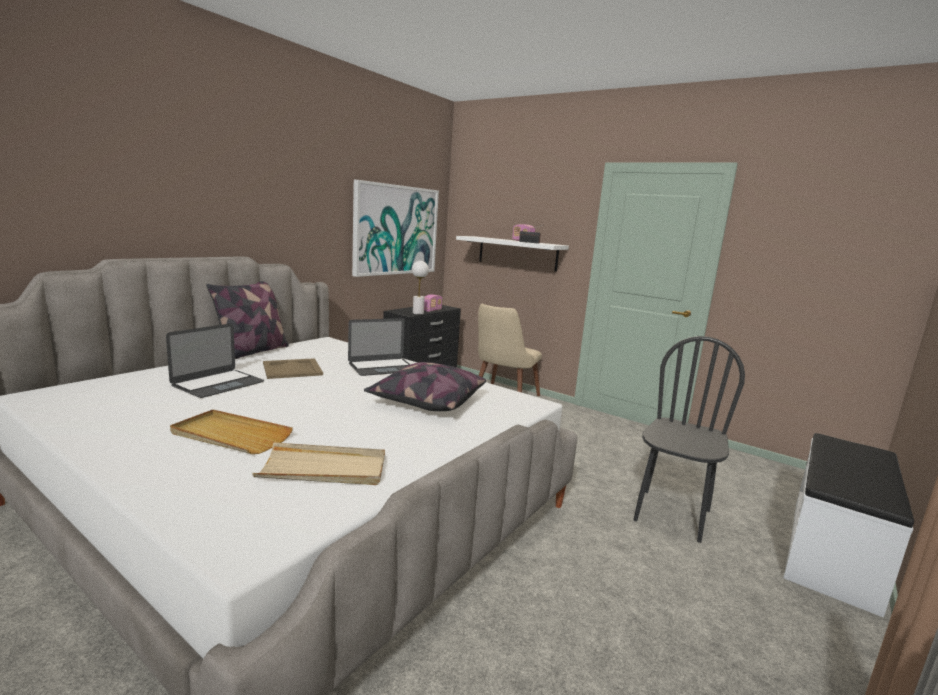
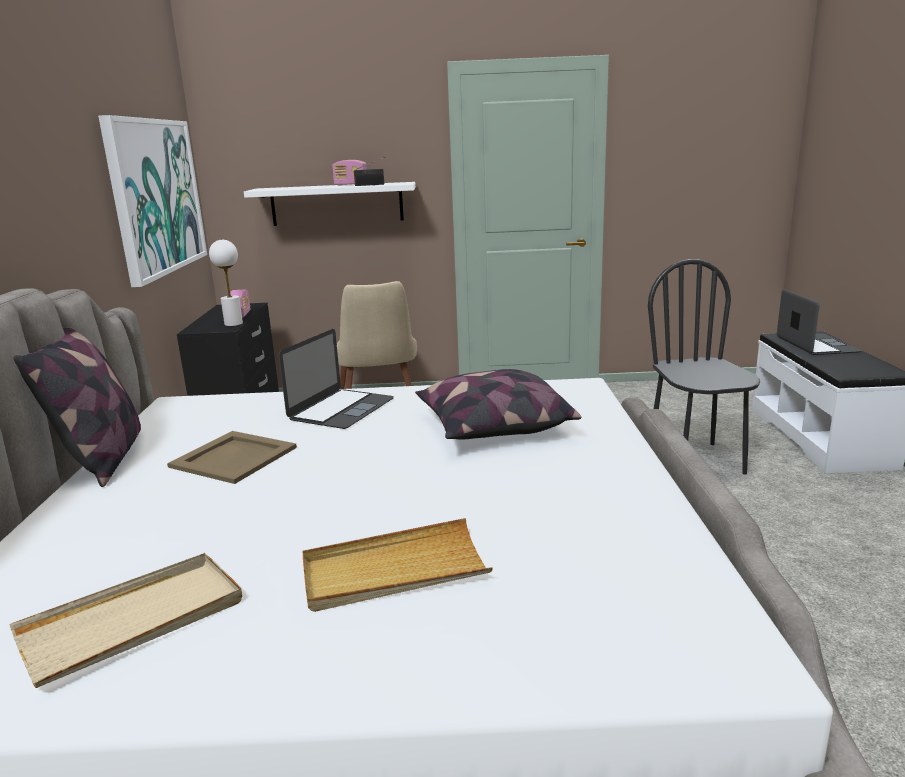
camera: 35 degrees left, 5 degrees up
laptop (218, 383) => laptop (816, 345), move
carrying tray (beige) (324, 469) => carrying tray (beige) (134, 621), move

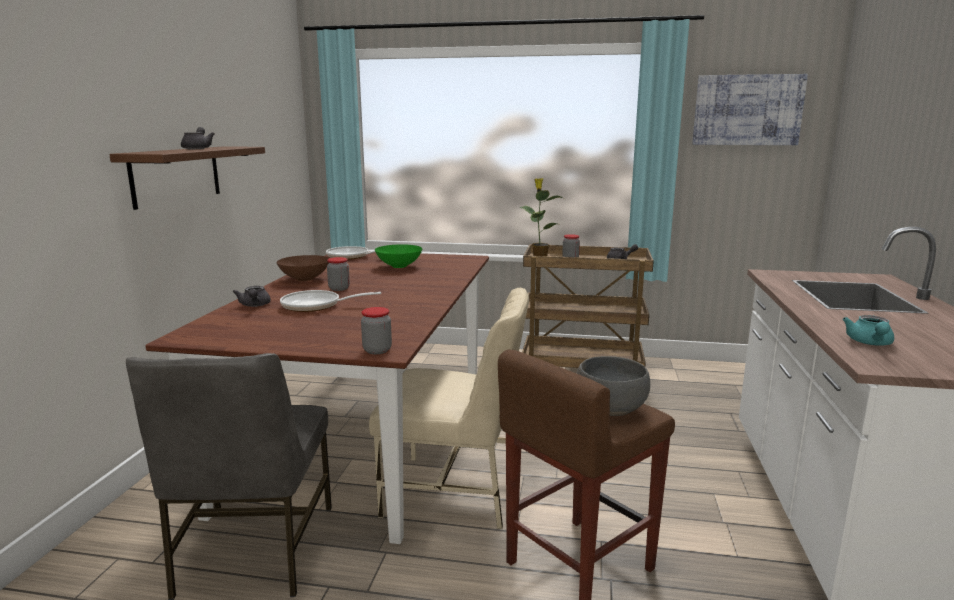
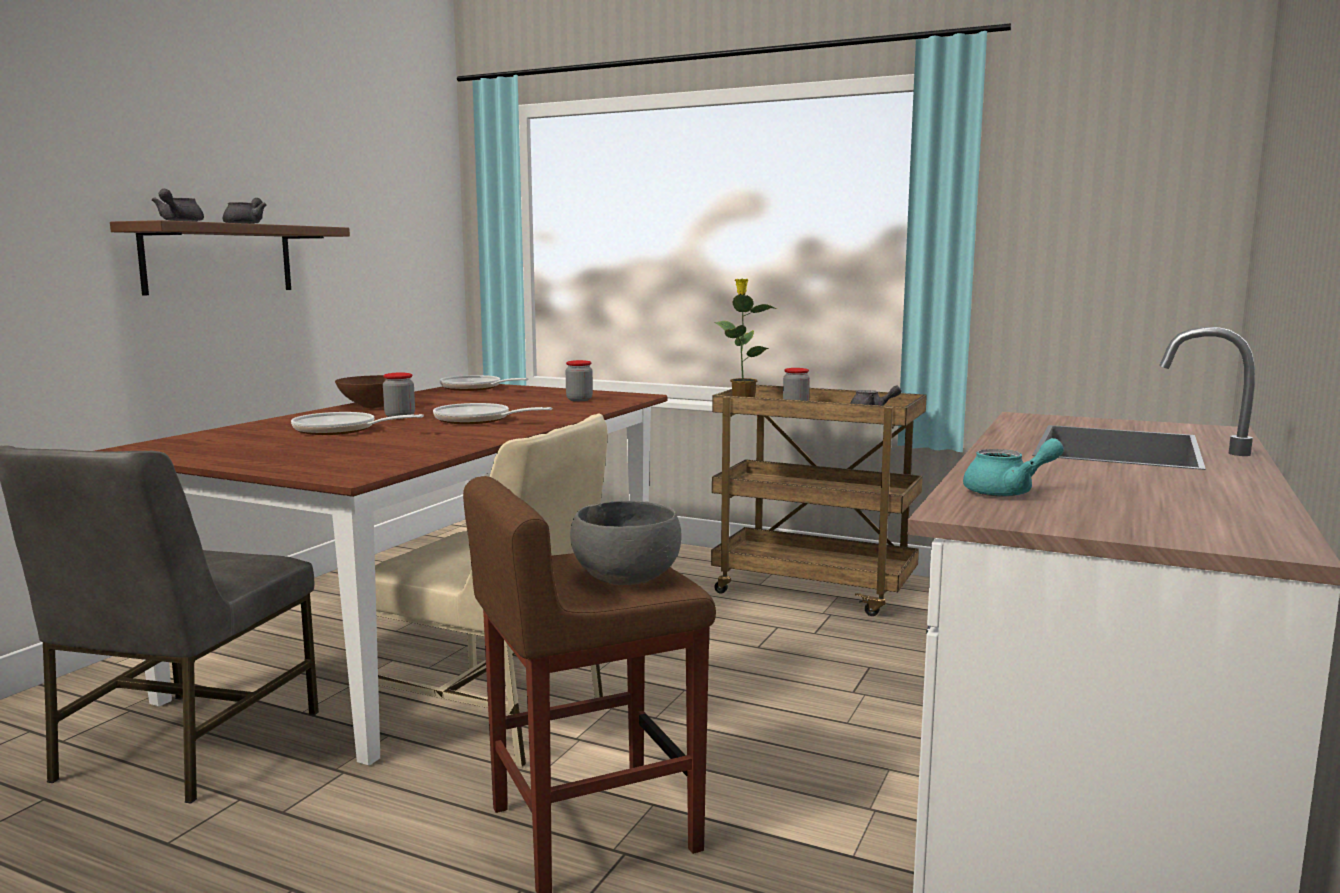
camera: 15 degrees right, 5 degrees down
picture (747, 110) => nothing
serving bowl (green) (399, 266) => nothing
pot for tea (greyish) (254, 305) => pot for tea (greyish) (179, 221), move
preserve jar (377, 350) => preserve jar (579, 400), move
pot for tea (turquoise) (869, 343) => pot for tea (turquoise) (1008, 492), 135 degrees counterclockwise
nothing => frying pan (477, 420)

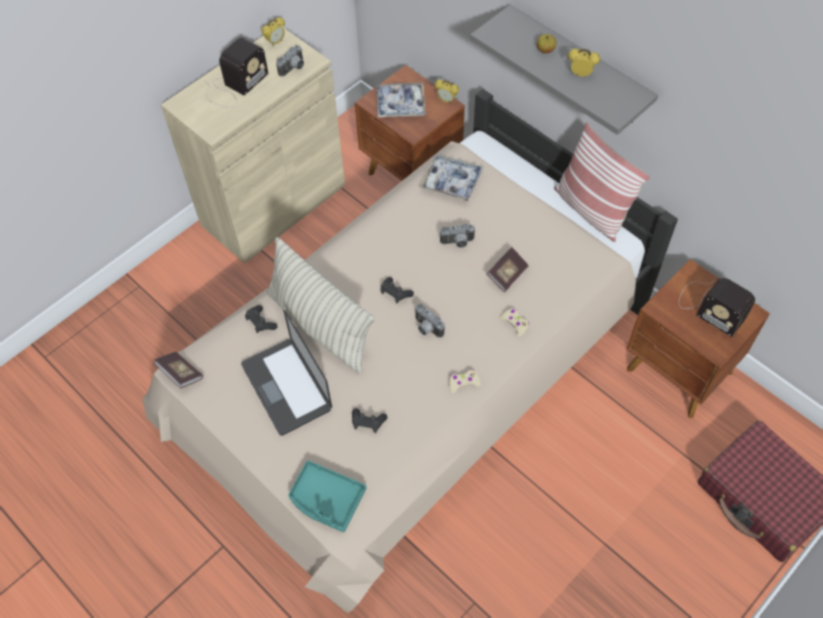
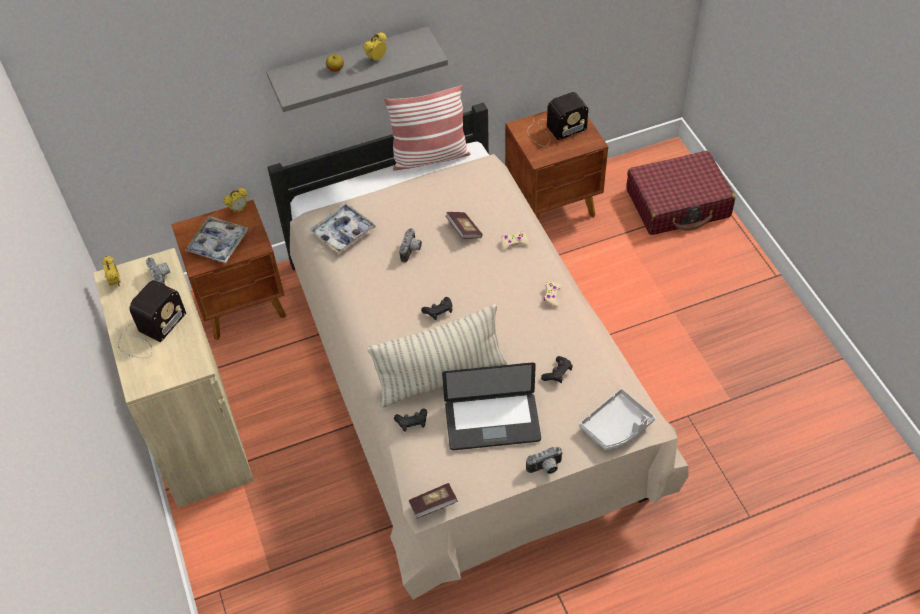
camera: 65 degrees left, 5 degrees down
radio receiver (235, 86) => radio receiver (150, 332), 60 degrees clockwise
photo camera (426, 328) => photo camera (545, 468), move
carrying tray (turquoise) (326, 500) => carrying tray (greyish) (616, 426)

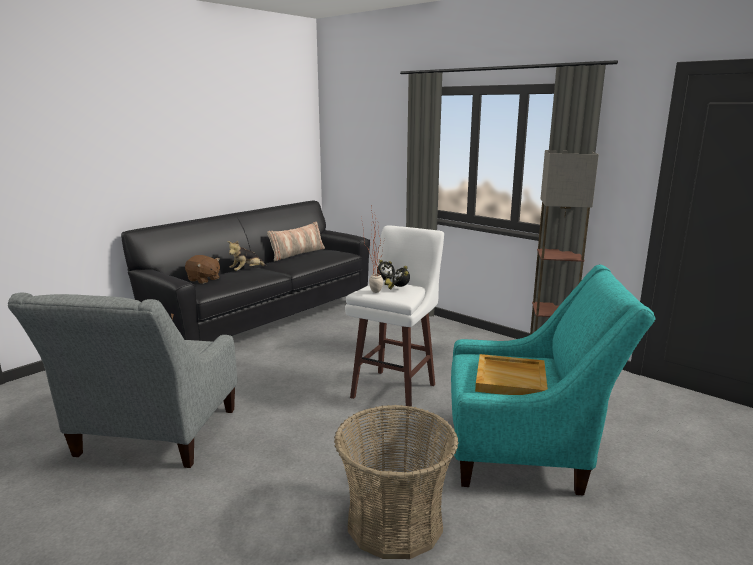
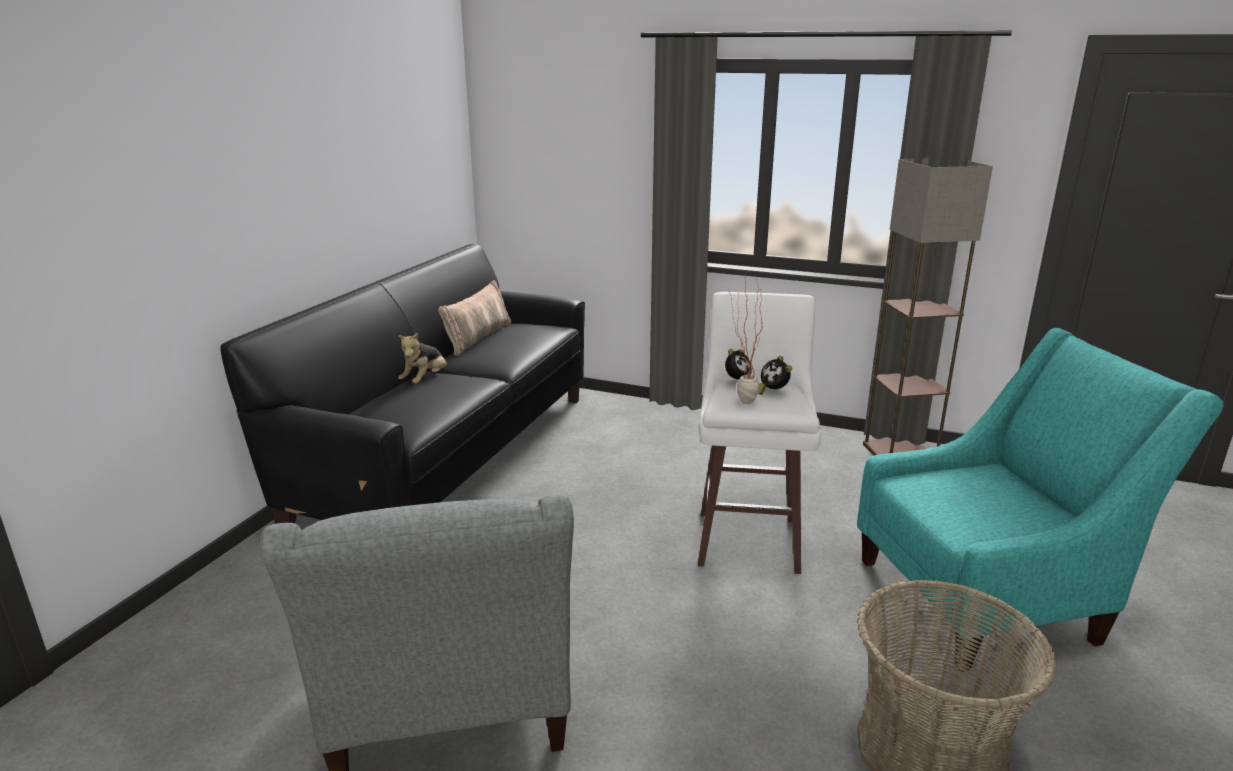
camera: 20 degrees left, 5 degrees up
soft toy (brownish) (204, 280) => nothing
carrying tray (beige) (511, 379) => nothing

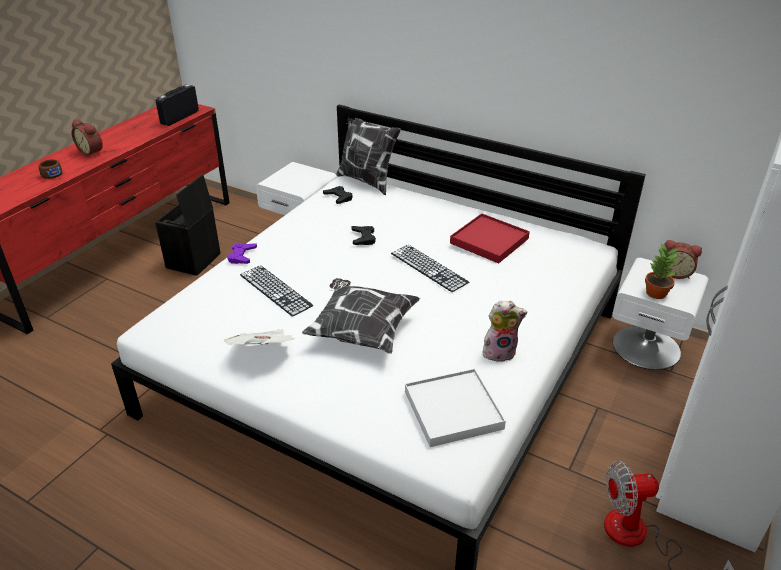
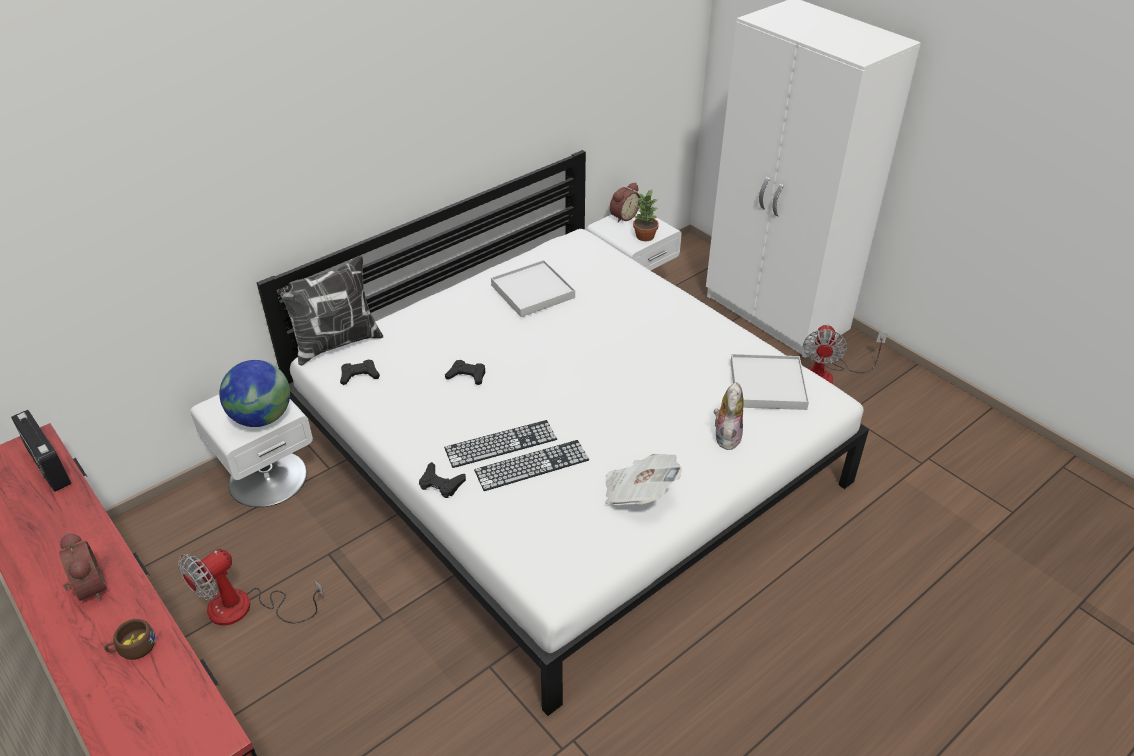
camera: 70 degrees left, 5 degrees up
bedside clock (92, 152) => bedside clock (88, 588), 90 degrees counterclockwise
storage box (black) (193, 261) => fan (245, 608)
carrying tray (red) (489, 241) => carrying tray (white-coloured) (533, 291)
game controller (purplish) (242, 256) => game controller (black) (441, 484)
keyboard (429, 268) => keyboard (501, 443), move
pillow (361, 330) => nothing
soft toy (499, 352) => soft toy (726, 436), move
nothing => globe (262, 417)

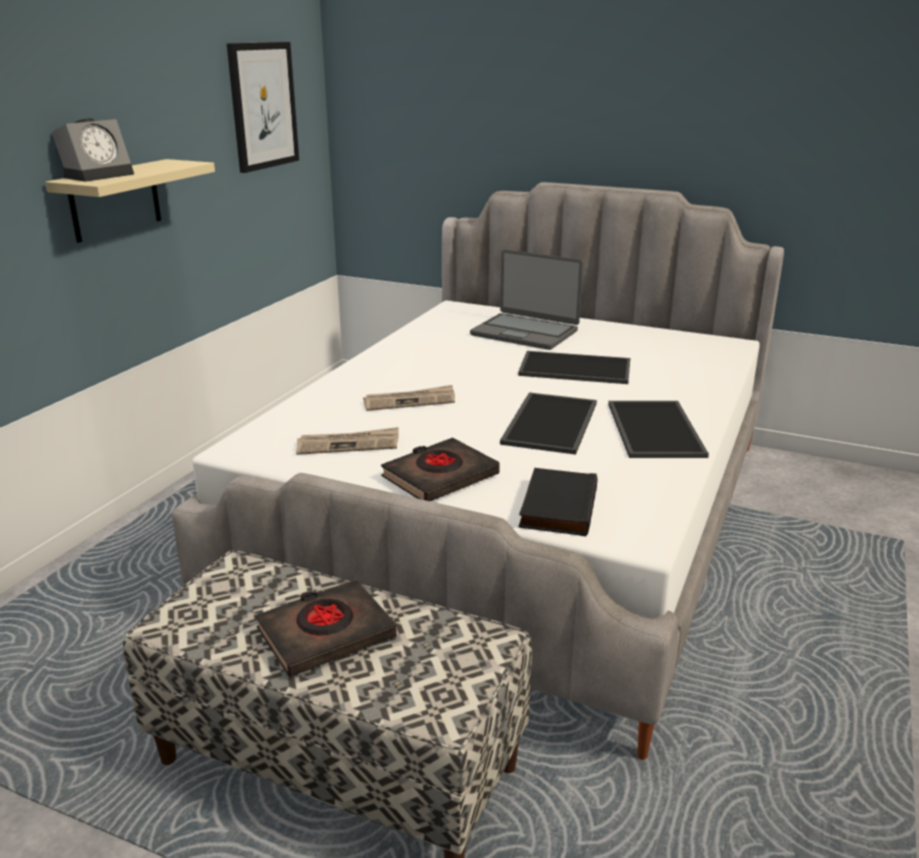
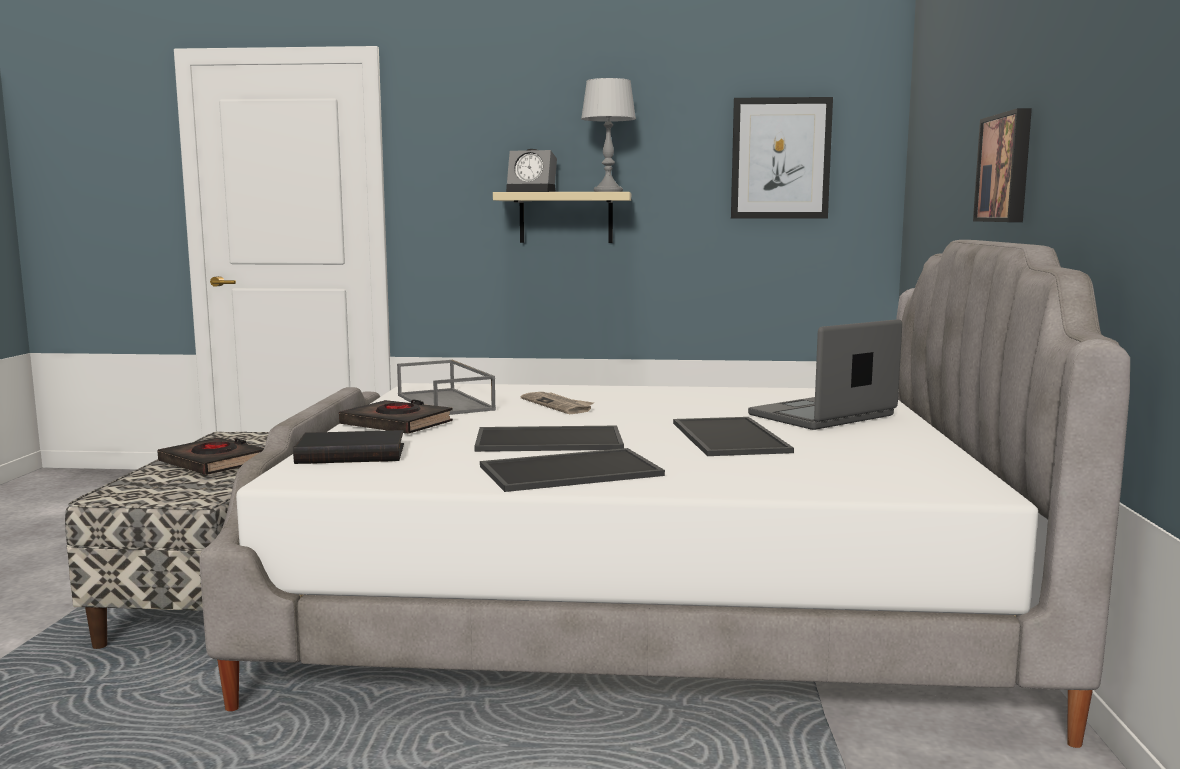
camera: 70 degrees right, 15 degrees down
laptop (525, 332) => laptop (823, 416), 45 degrees clockwise
daily paper (348, 444) => carrying tray (greyish) (446, 402)
nothing => lamp for a table (greyish) (607, 191)
nothing => picture (1007, 168)

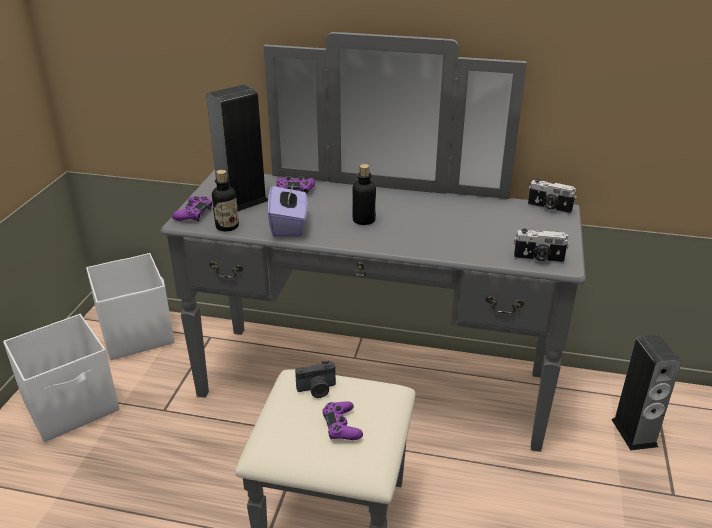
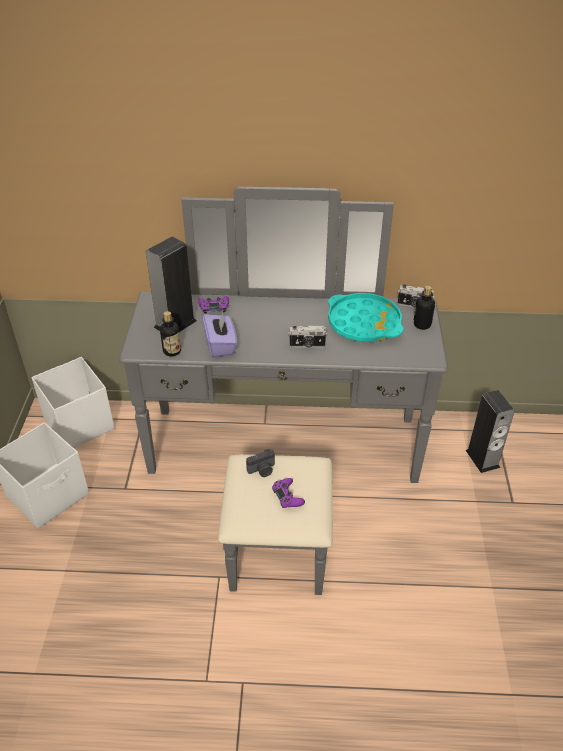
camera: 10 degrees left, 10 degrees up
drink bottle (364, 220) => drink bottle (422, 324), move
game controller (purplish) (193, 214) => nothing
photo camera (538, 259) => photo camera (307, 345), move
nothing => carrying tray (turquoise) (364, 323)

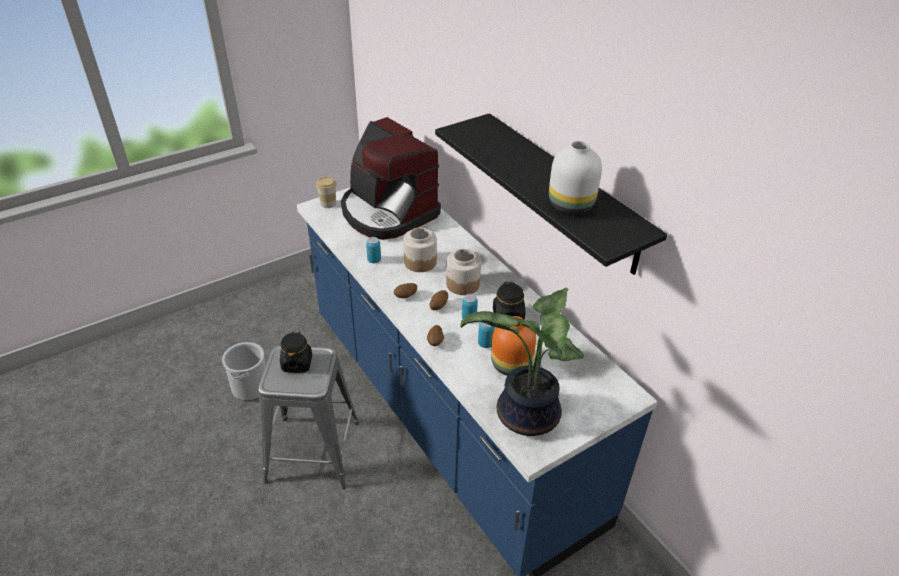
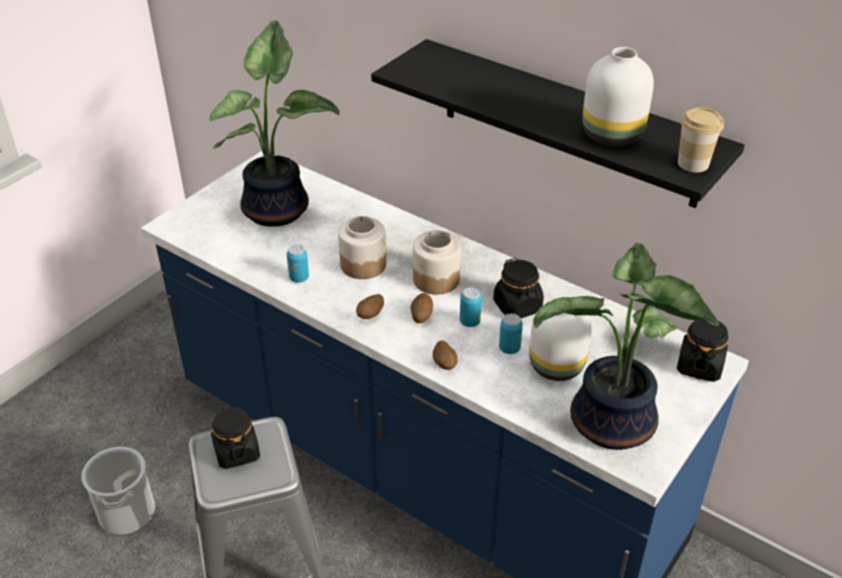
camera: 20 degrees left, 0 degrees up
coffee maker (387, 212) => houseplant (279, 208)
cup (328, 204) => cup (693, 163), move
vase (orange-coloured) (511, 366) => vase (white-coloured) (556, 367)
nothing => preserve jar (black) (699, 366)

